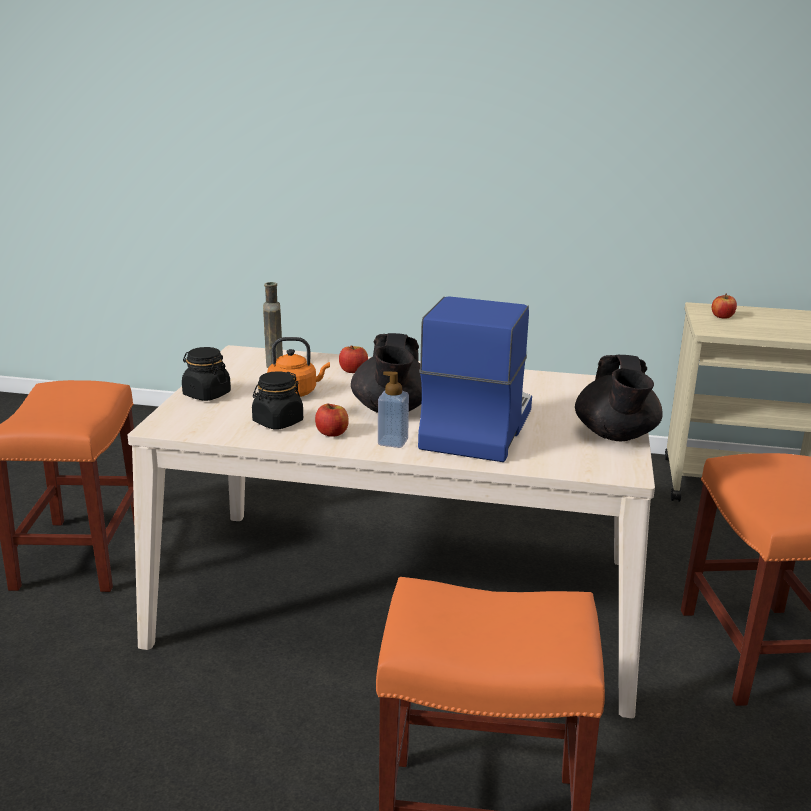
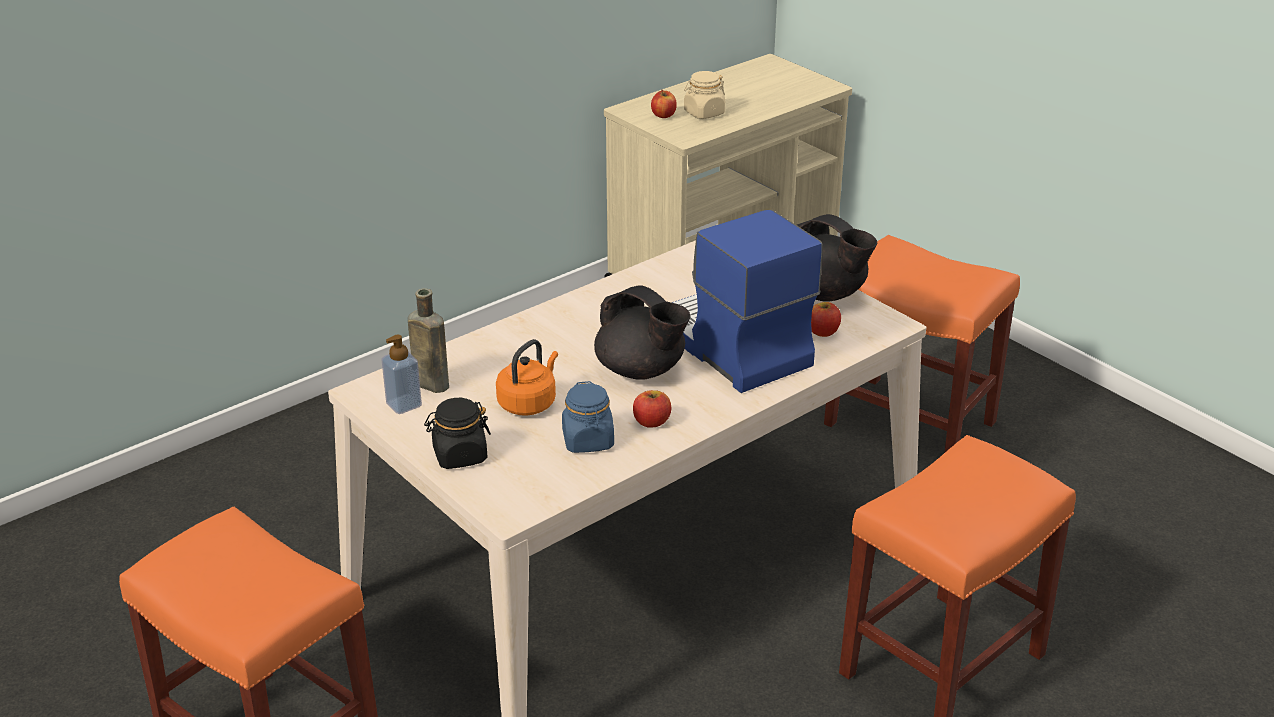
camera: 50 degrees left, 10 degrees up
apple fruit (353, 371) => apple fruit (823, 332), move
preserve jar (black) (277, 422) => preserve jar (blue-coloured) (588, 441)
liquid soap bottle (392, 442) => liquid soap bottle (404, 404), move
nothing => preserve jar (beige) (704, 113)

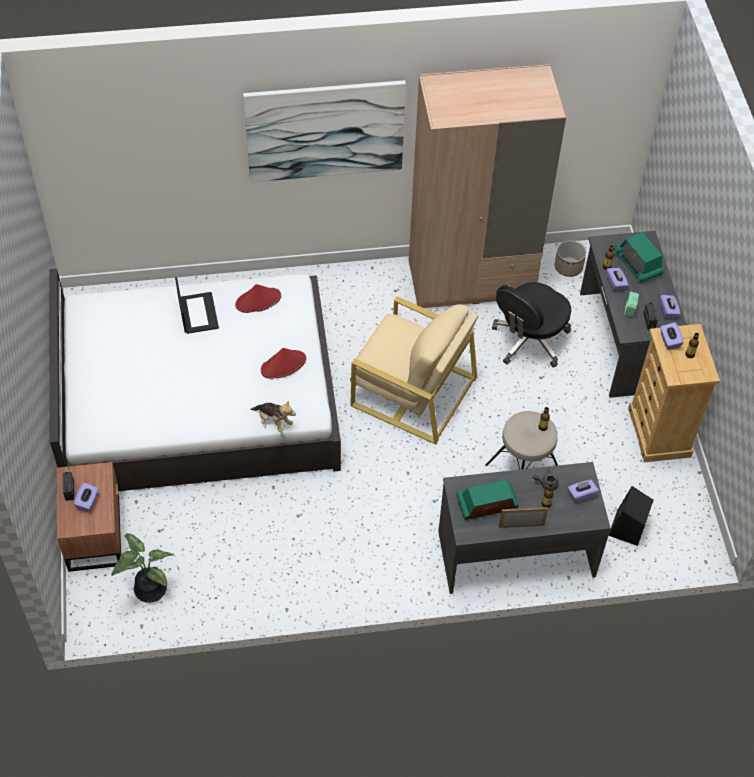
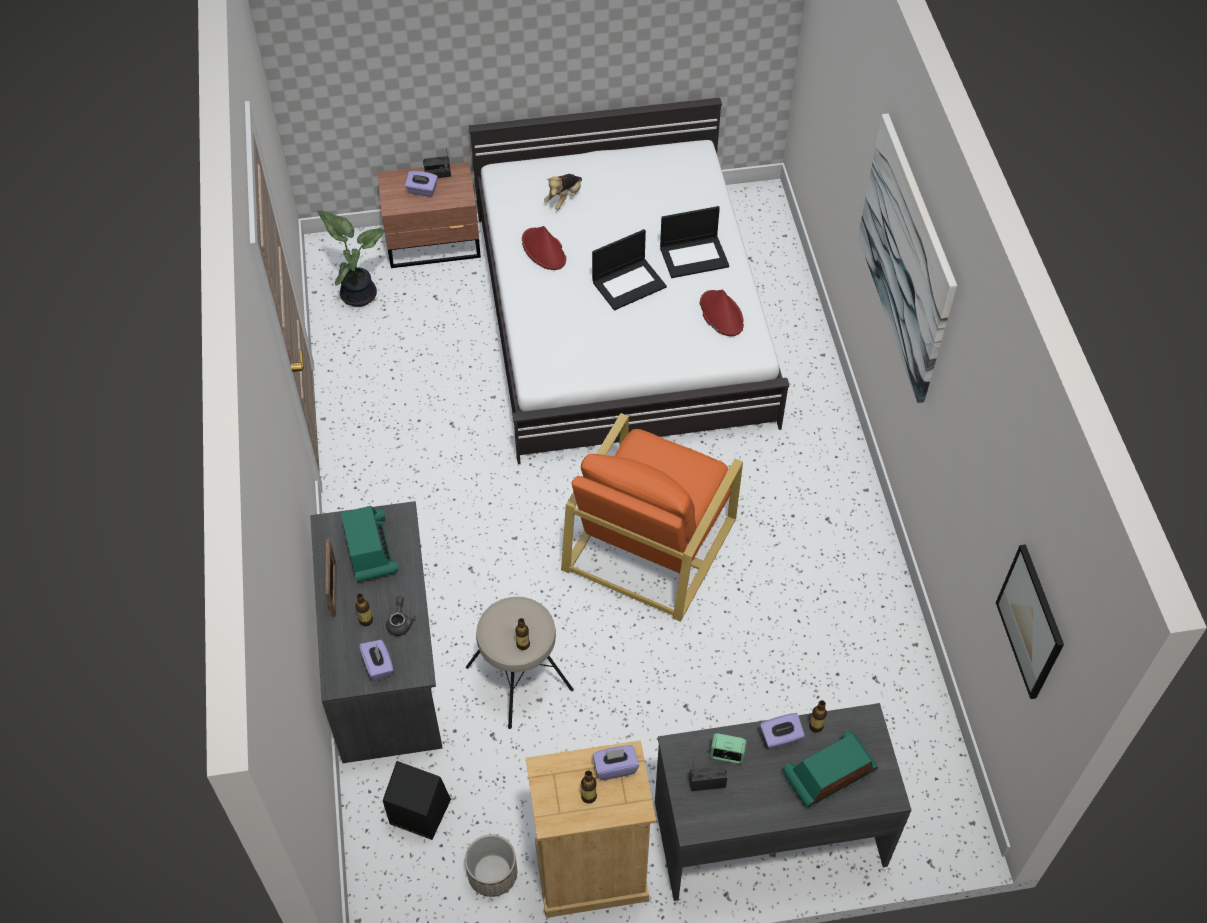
camera: 90 degrees right, 0 degrees up
wardrobe (beige) (471, 280) => nothing
flower pot (568, 267) => flower pot (493, 873), move
desk chair (black) (529, 340) => nothing
box of tissues (purplish) (668, 311) => nothing
lounge chair (beige) (412, 390) => lounge chair (orange-coloured) (650, 542)
clothing hat (red) (283, 365) => clothing hat (red) (544, 250), move
soft toy (273, 421) => soft toy (564, 198), move
nothing => laptop (629, 283)
nothing => picture (1031, 621)

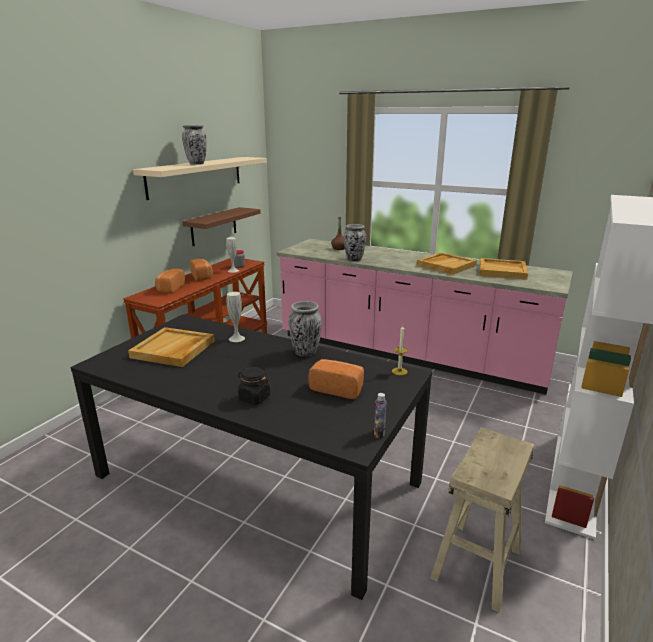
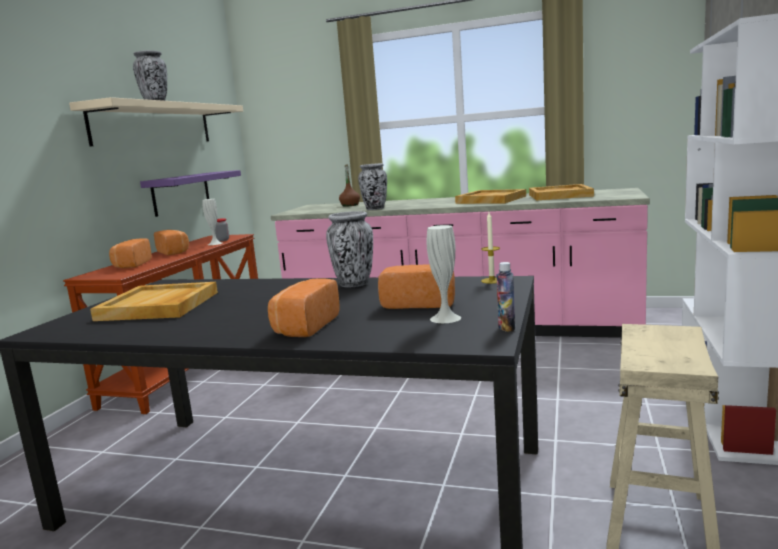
camera: 10 degrees left, 10 degrees down
bracket shelf (brownish) (214, 226) => bracket shelf (purplish) (181, 193)
vase (white-coloured) (236, 338) => vase (white-coloured) (445, 318), move
preserve jar (black) (254, 398) => bakery bread (304, 326)

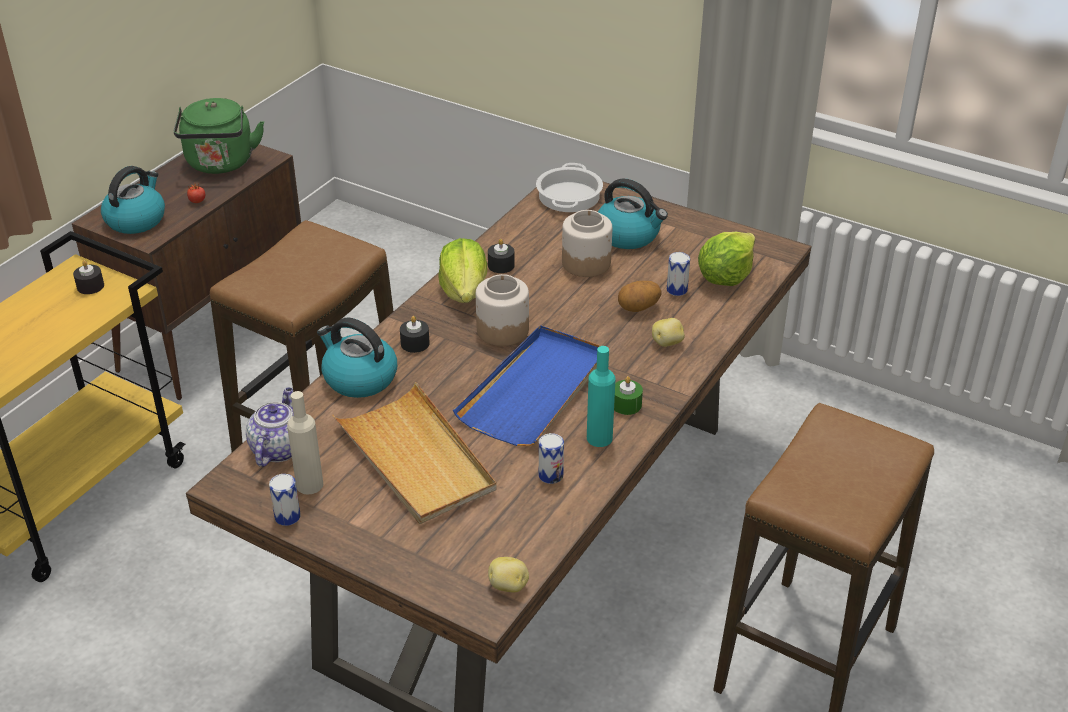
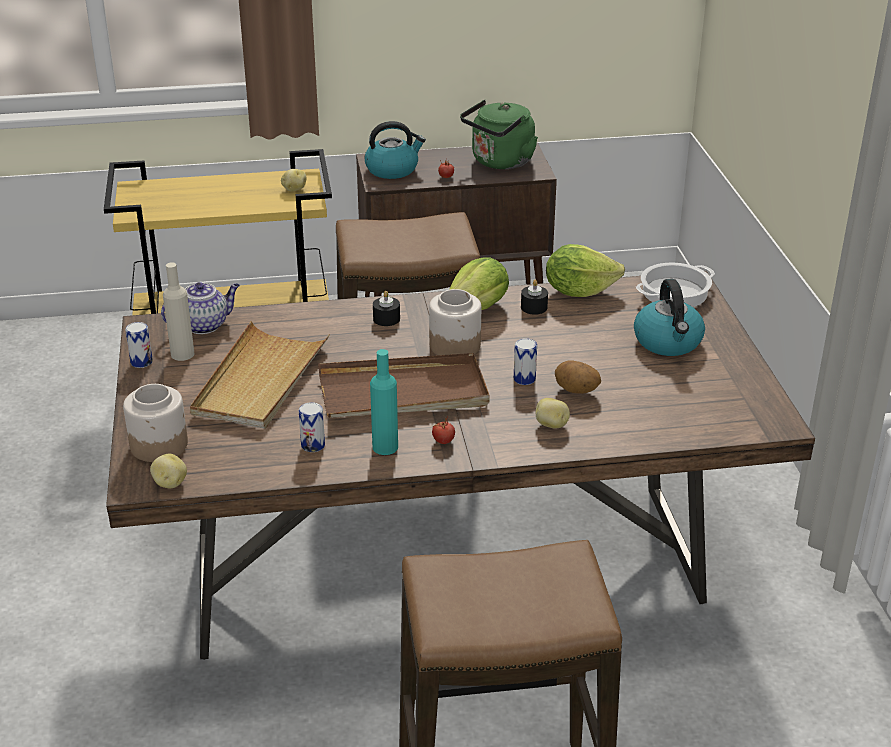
camera: 50 degrees right, 5 degrees down
preserve jar (586, 263) => preserve jar (159, 445), move
lettuce (725, 277) => lettuce (579, 291), move
sealed can (677, 290) => sealed can (524, 379), move
candle (black) (90, 286) => potato (294, 189)
kettle (359, 378) => nothing
carrying tray (blue-coloured) (535, 390) => carrying tray (brownish) (403, 392)
candle (green) (626, 404) => tomato (443, 441)

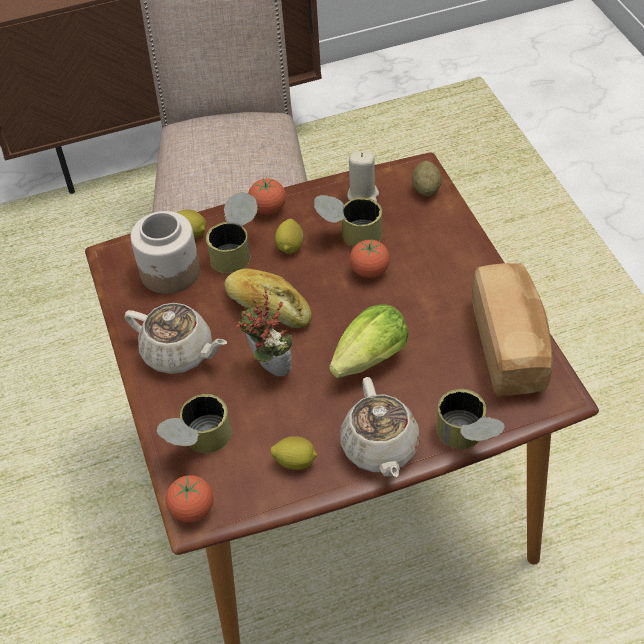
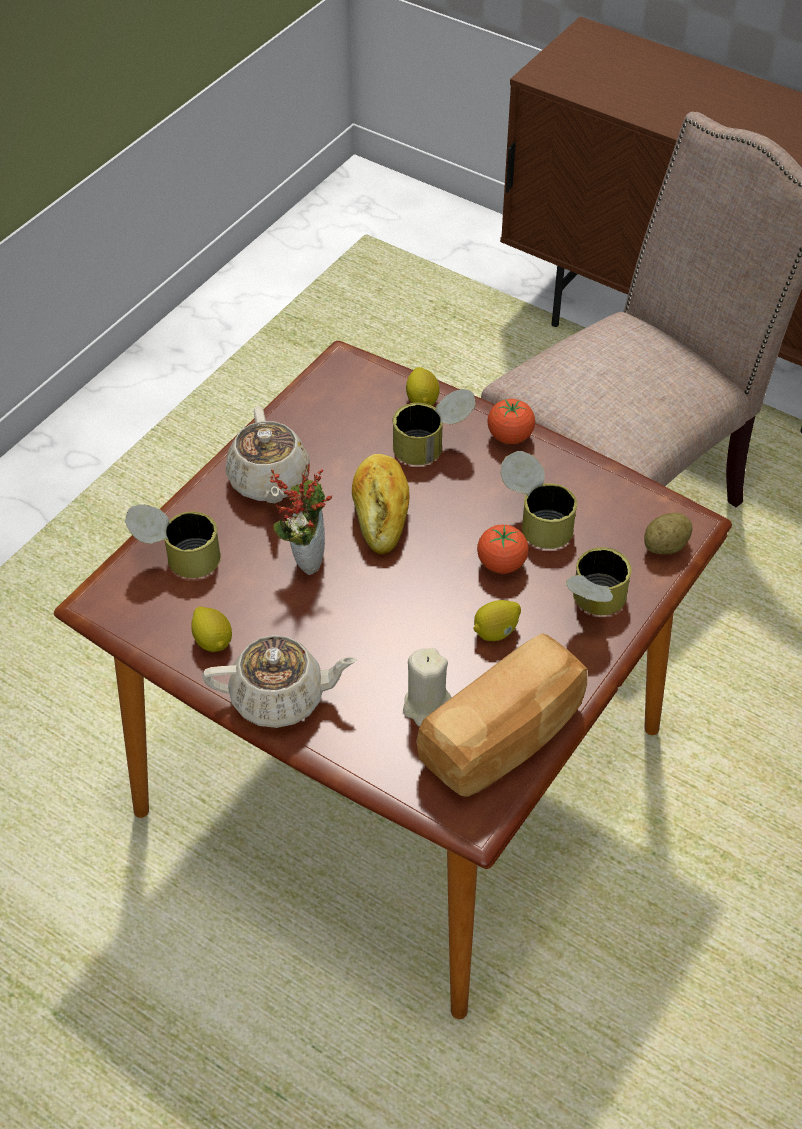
camera: 50 degrees right, 0 degrees up
candle (beige) (363, 195) => candle (beige) (426, 706), move
preserve jar (170, 272) => nothing
whole lemon (290, 246) => whole lemon (496, 632), move
lettuce (366, 362) => nothing
pot for tea (beige) (380, 448) => pot for tea (beige) (280, 698), 135 degrees counterclockwise
sealed can (467, 440) => sealed can (592, 606), move
tomato (192, 510) => nothing

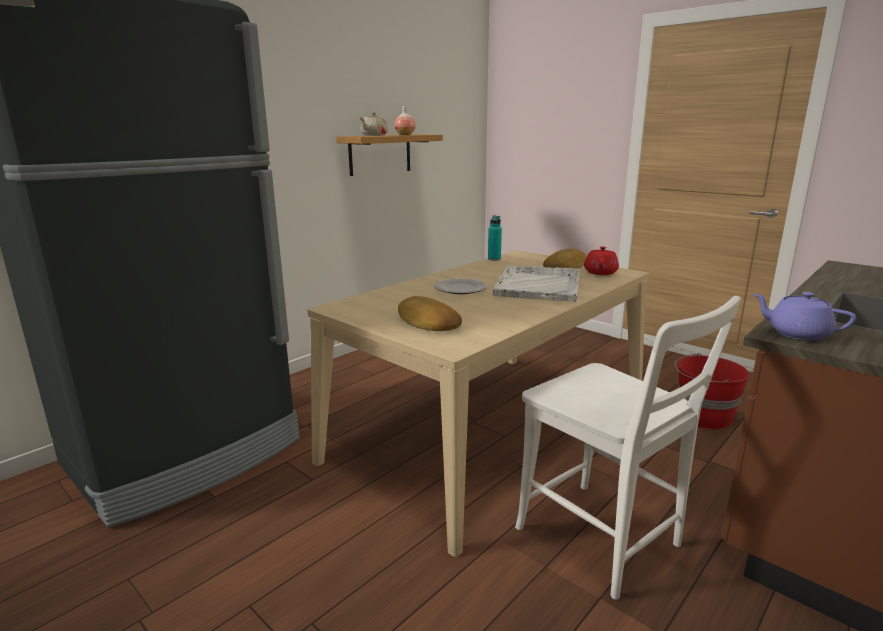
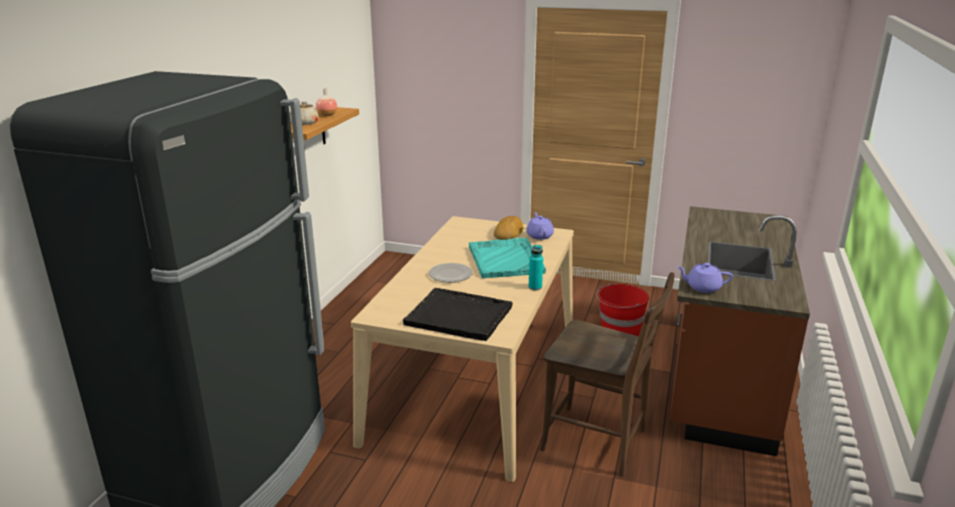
camera: 25 degrees left, 5 degrees up
drink bottle (turquoise) (494, 259) => drink bottle (turquoise) (535, 287), move
pot for tea (red) (600, 272) => pot for tea (purplish) (539, 235)
carrying tray (white-coloured) (538, 285) => carrying tray (turquoise) (505, 259)
bakery bread (427, 322) => carrying tray (black) (460, 316)
chair (white-coloured) (604, 541) => chair (brownish) (599, 442)

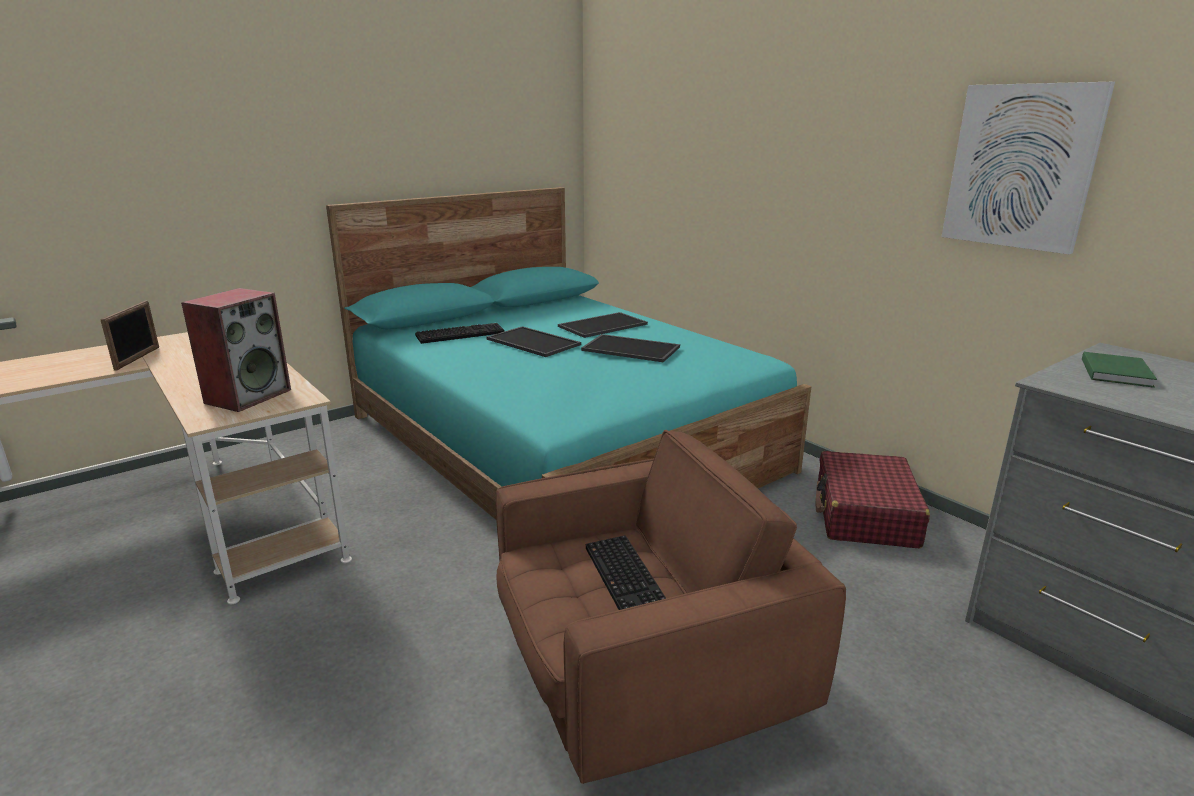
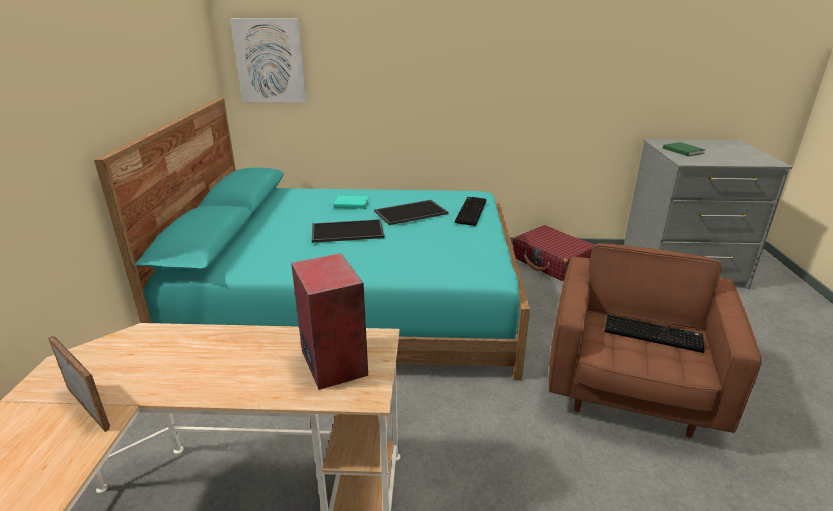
camera: 50 degrees left, 5 degrees up
picture (1021, 167) => picture (270, 61), move
carrying tray (602, 325) => book (turquoise) (350, 203)
keyboard (461, 334) => keyboard (470, 211), move

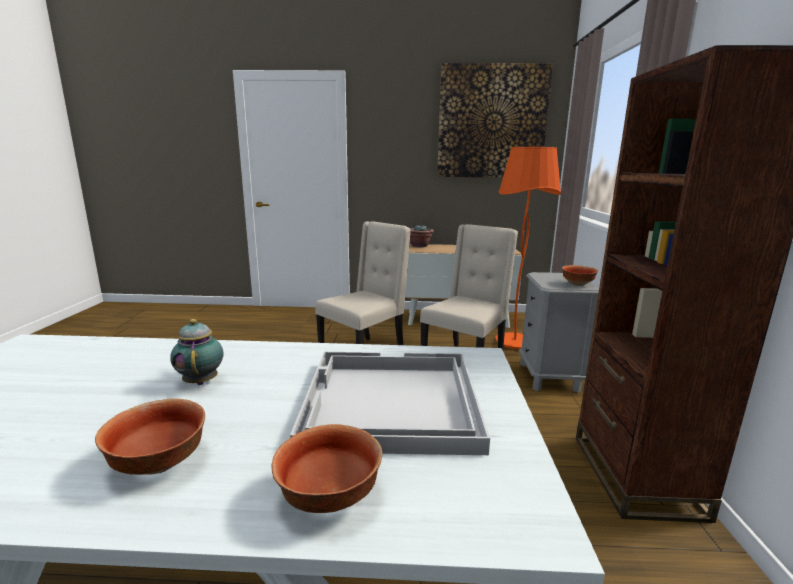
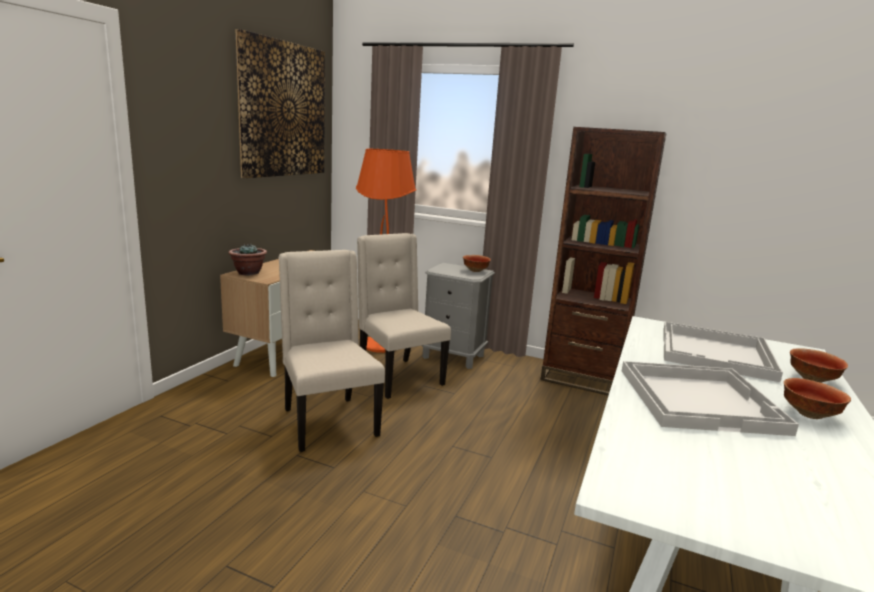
camera: 70 degrees left, 0 degrees up
pot for tea (201, 381) => carrying tray (white-coloured) (700, 399)

